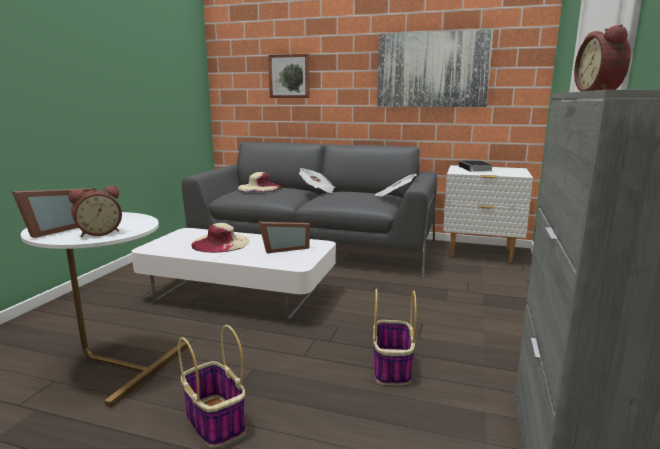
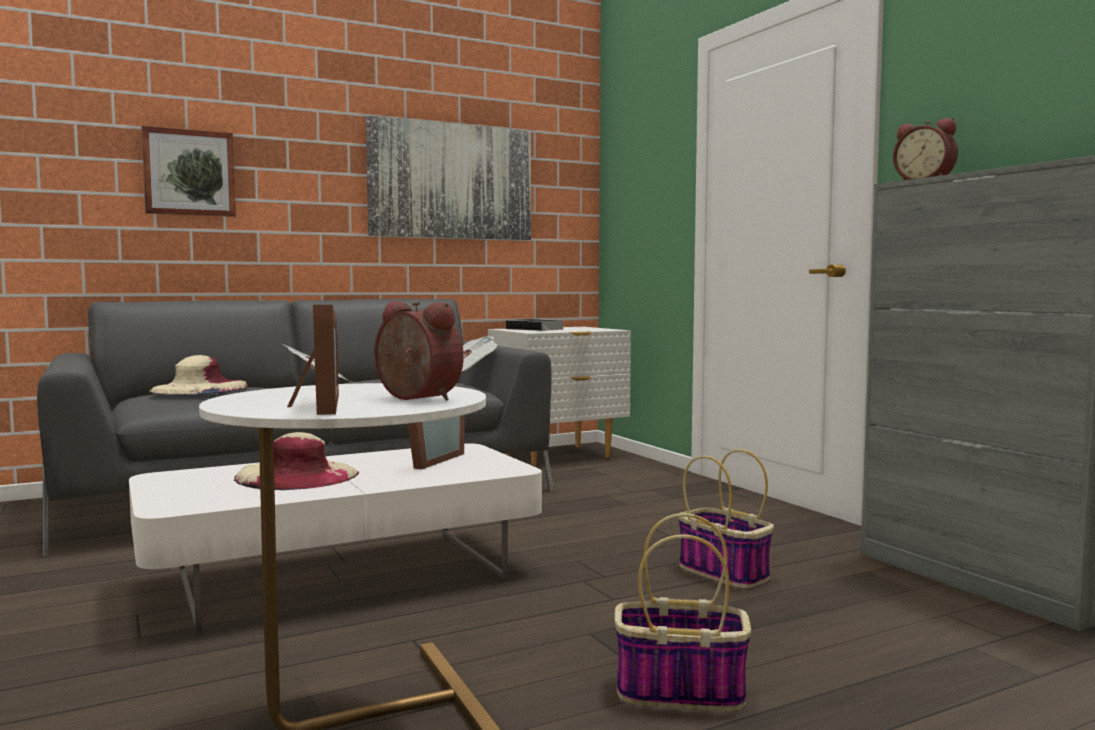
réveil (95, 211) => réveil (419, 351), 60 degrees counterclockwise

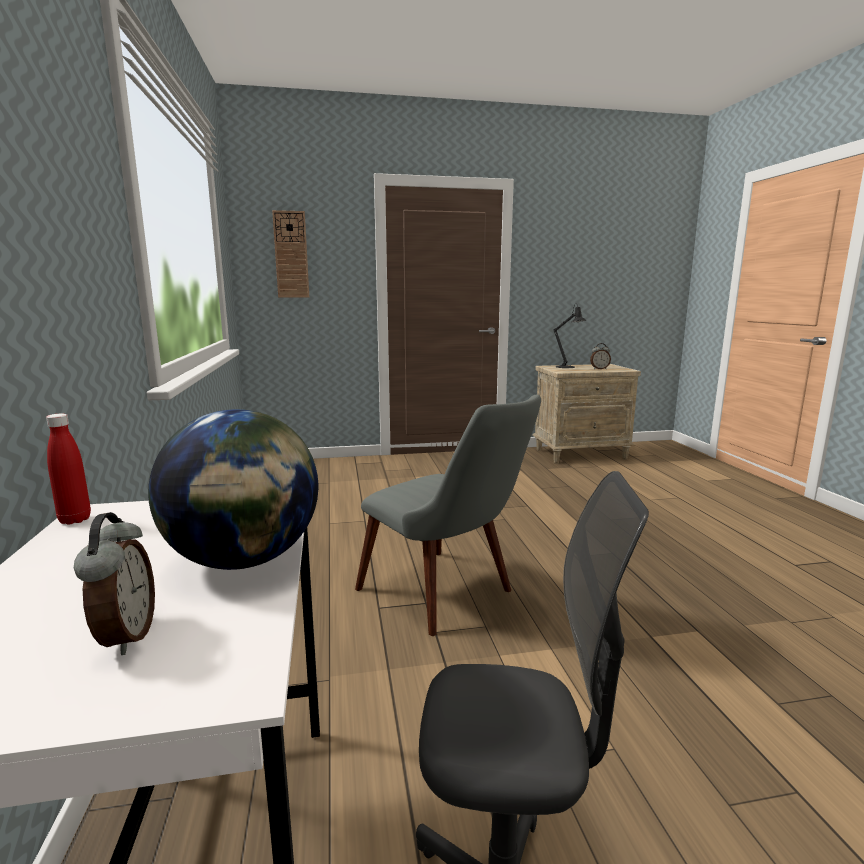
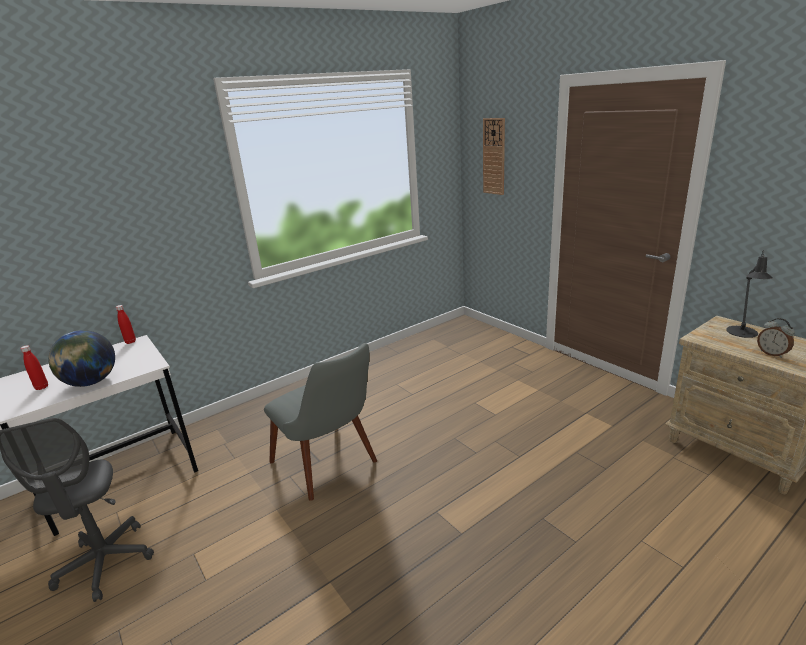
réveil (114, 583) => bouteille (rouge) (34, 367)
chaise (gris) (448, 515) => chaise (gris) (320, 422), 60 degrees counterclockwise

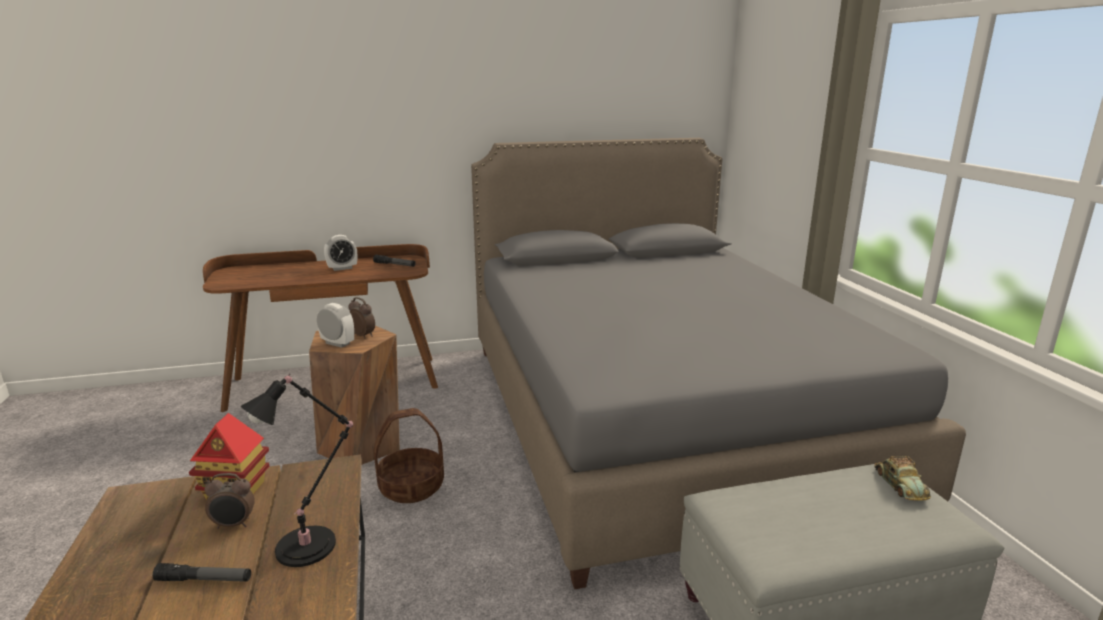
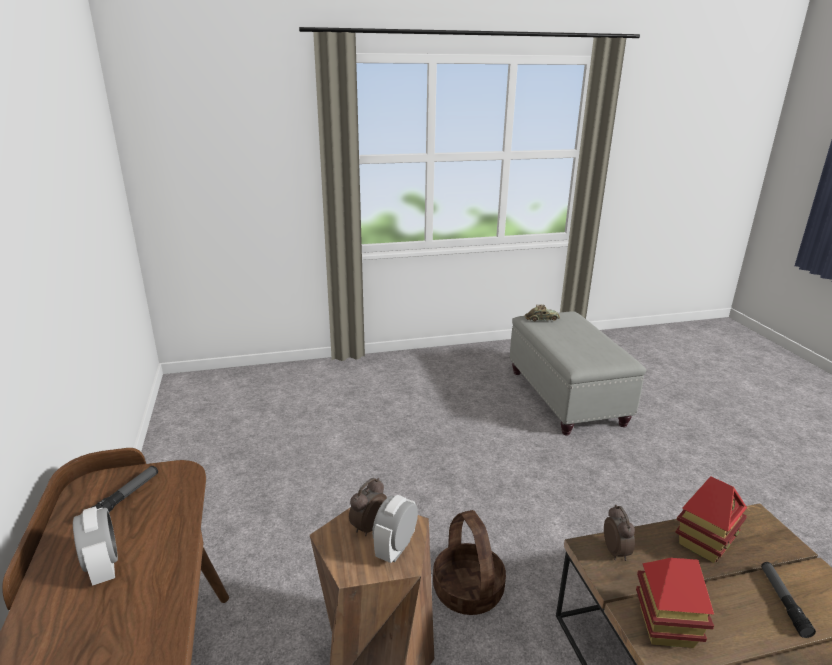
lit (gris) (718, 363) => nothing
réveil (229, 501) => réveil (619, 533), moved
lampe de table (noir) (297, 470) => maison miniature (711, 519)

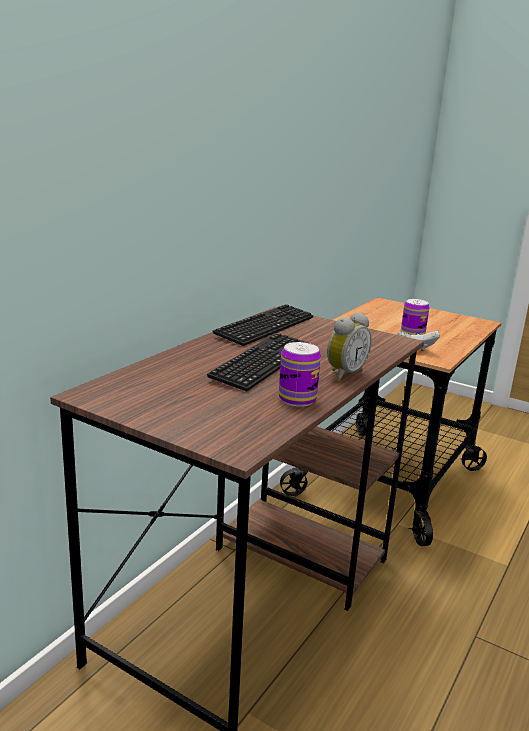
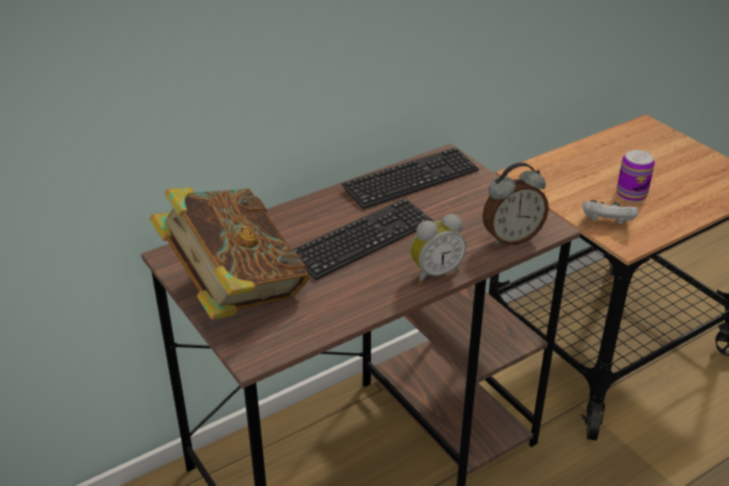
boîte métallique (300, 374) => nothing
nothing => livre (229, 253)
nothing => réveil (515, 204)

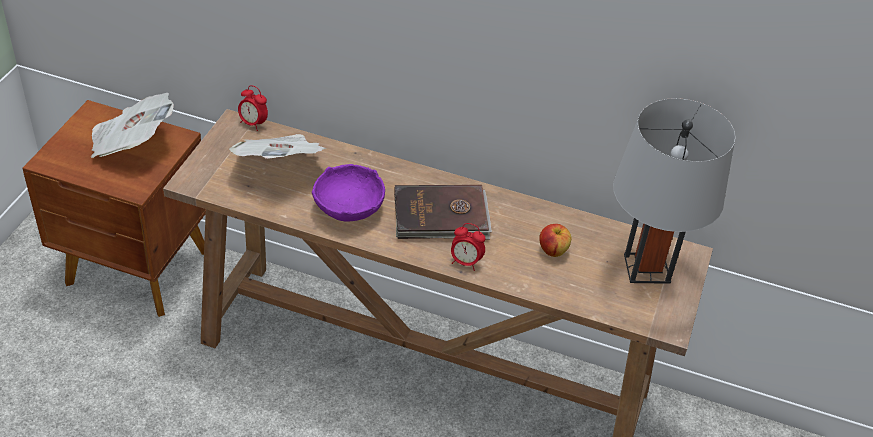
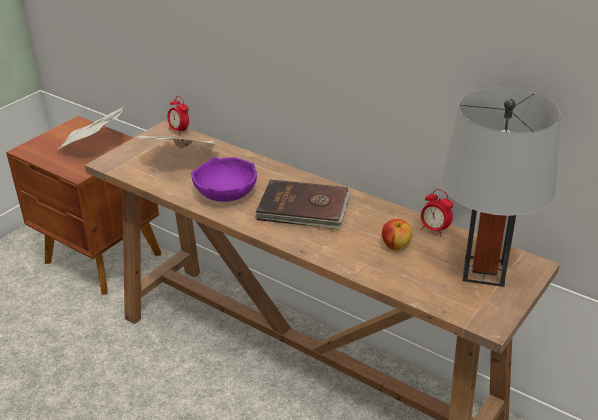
réveil (468, 247) => réveil (437, 213), moved

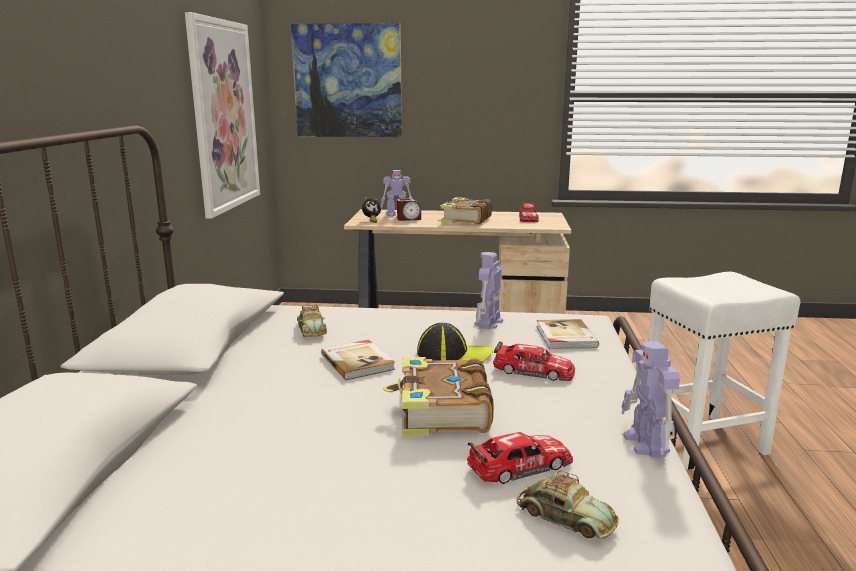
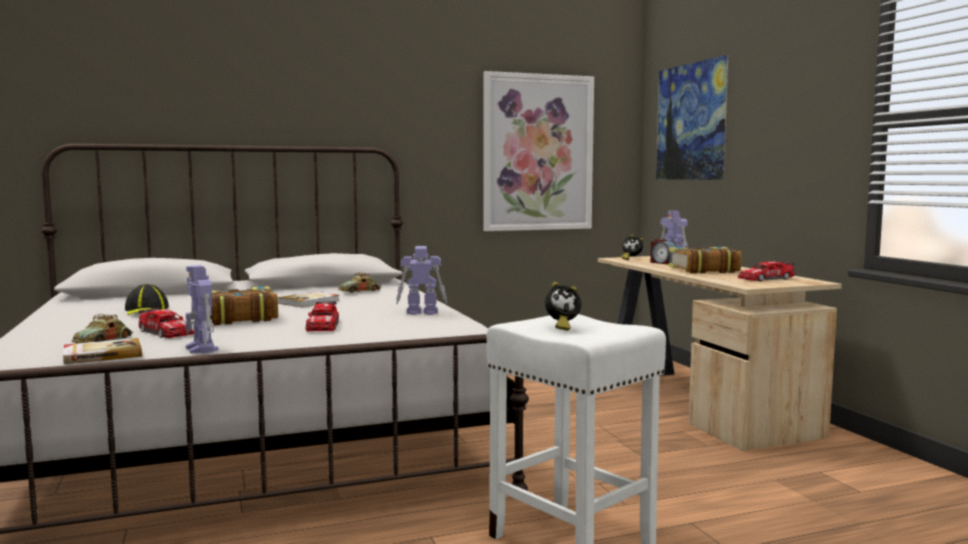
nothing => réveil (563, 306)
casquette (455, 342) => casquette (147, 299), moved
livre (567, 334) => livre (102, 351), moved
robot jouet (650, 399) => robot jouet (202, 309), 90 degrees counterclockwise

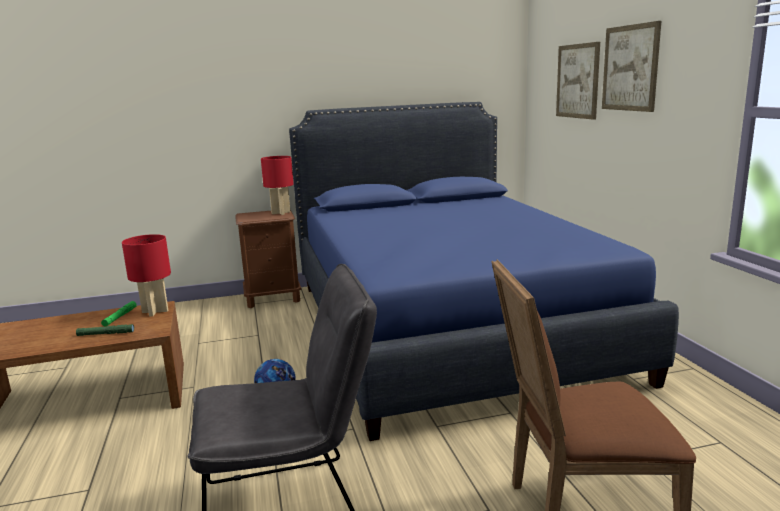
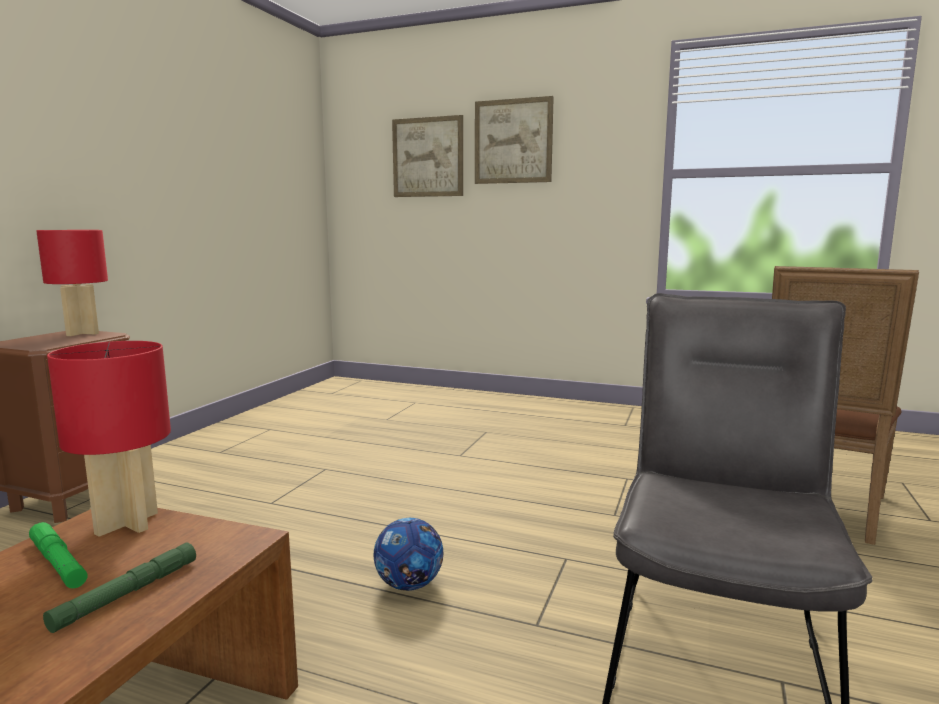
lit (bleu) (484, 271) => nothing

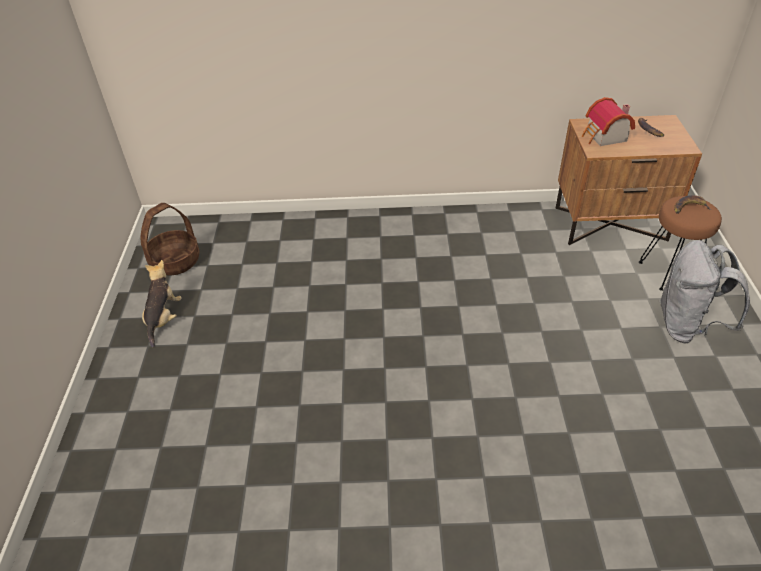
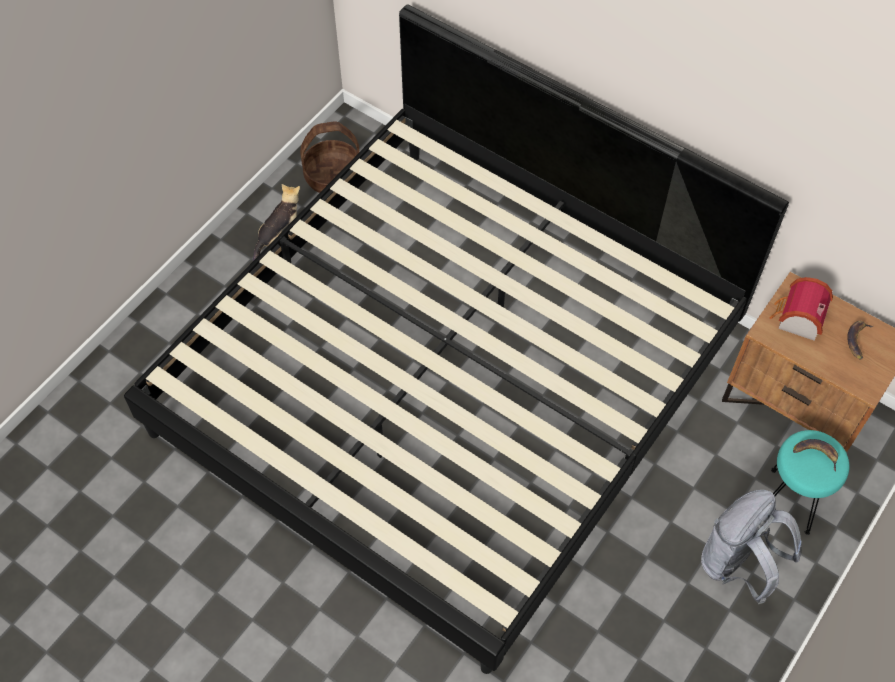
nothing => lit (456, 339)
tabouret (marron) (680, 243) => tabouret (turquoise) (810, 482)

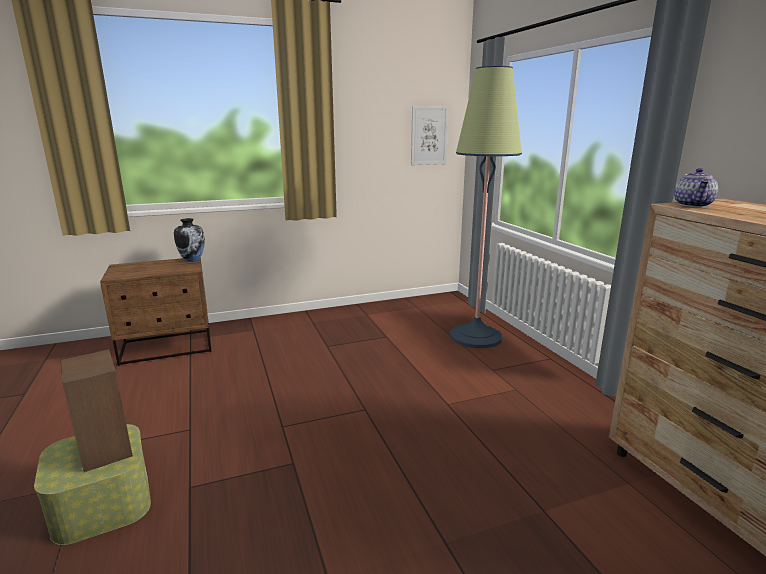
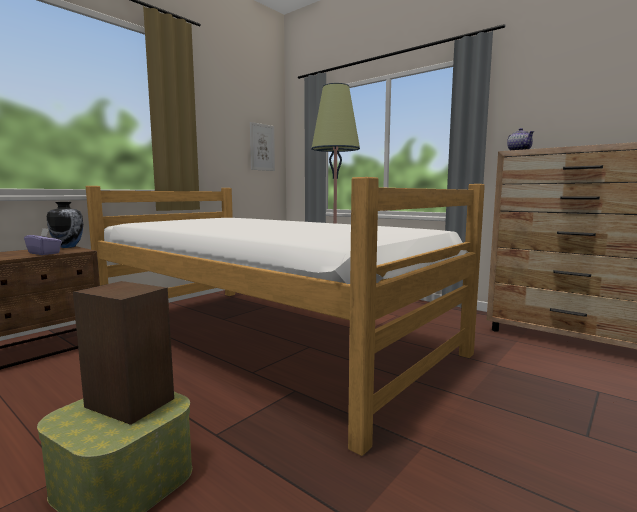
nothing => boîte à mouchoirs (violet) (43, 241)
nothing => lit (285, 316)

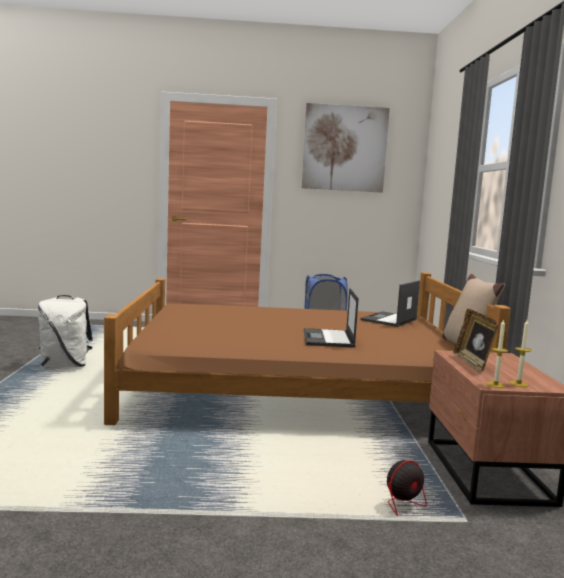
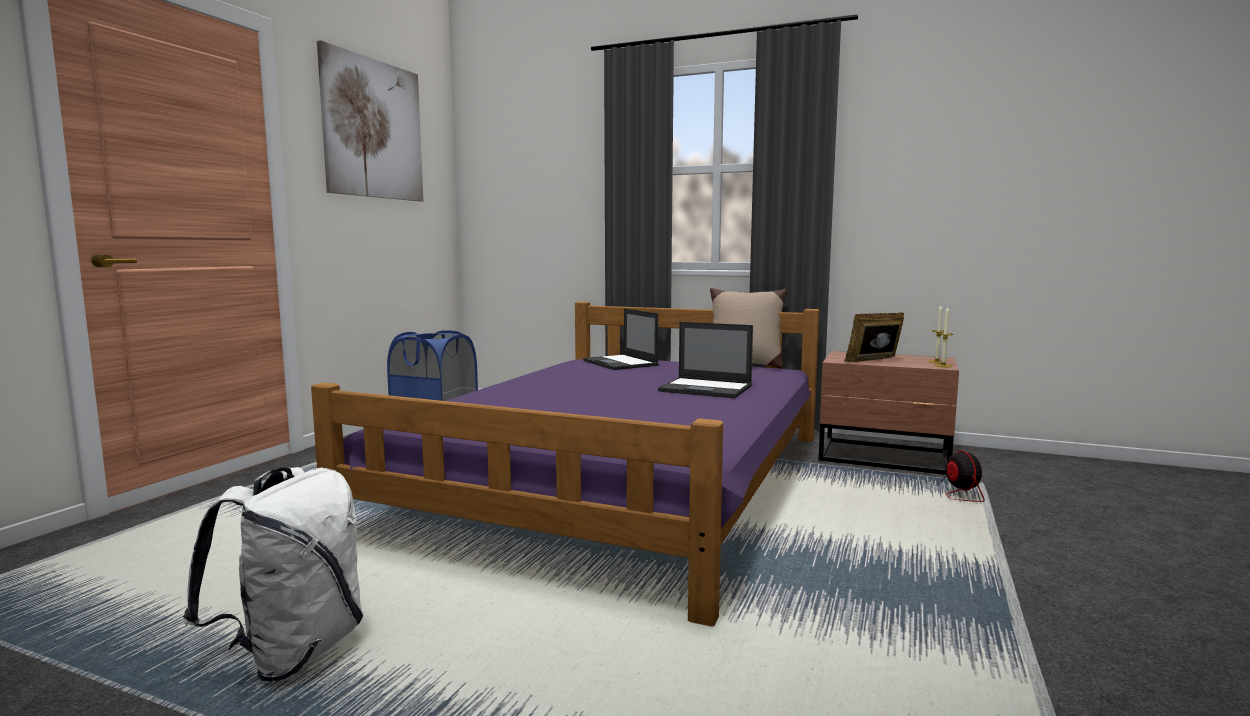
lit (marron) (307, 348) => lit (violet) (565, 464)
cadre photo (475, 340) => cadre photo (874, 337), 135 degrees clockwise

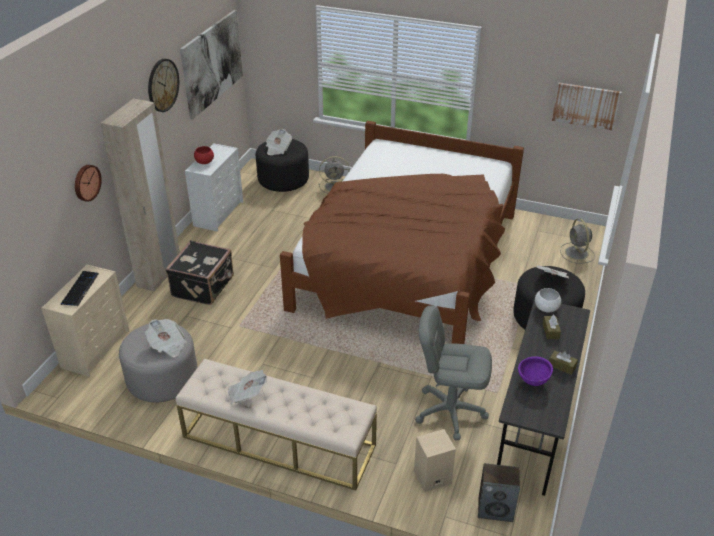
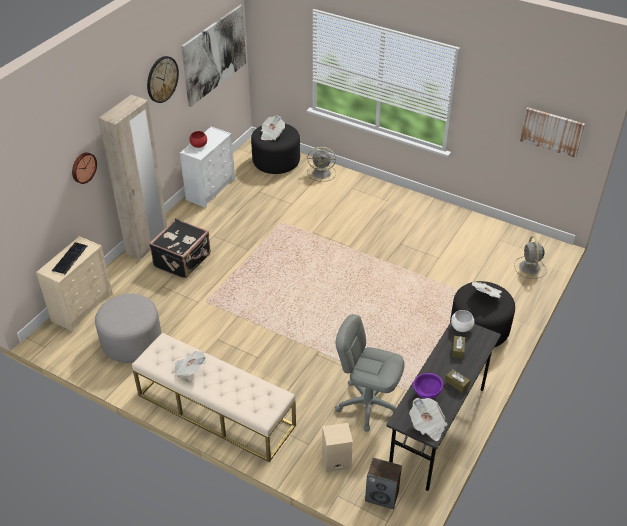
lit (marron) (402, 232) => nothing
journal (166, 338) => journal (428, 419), moved

